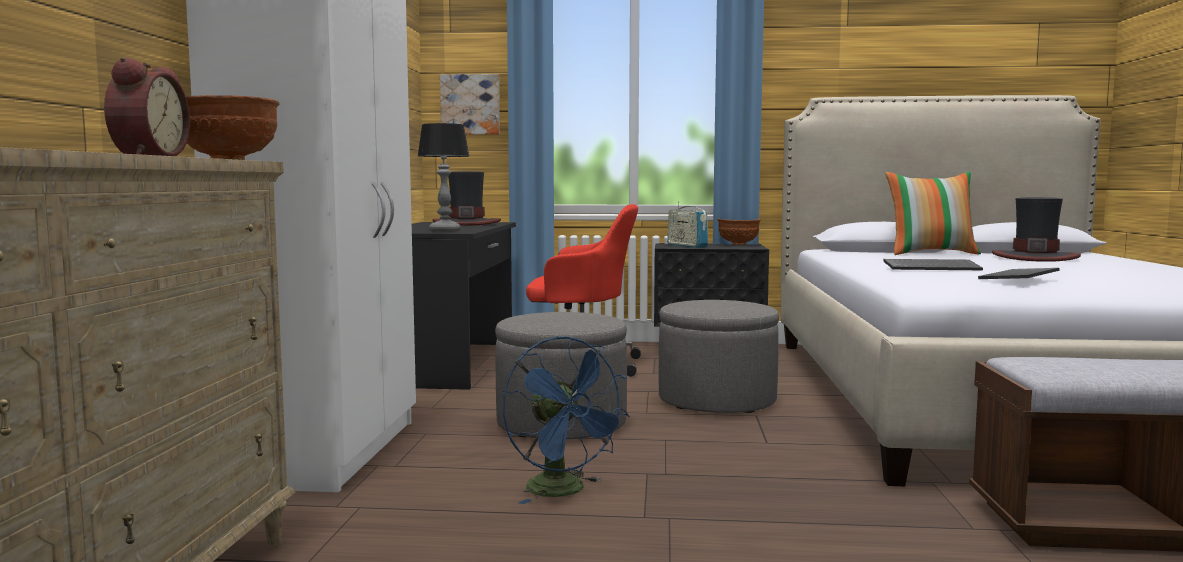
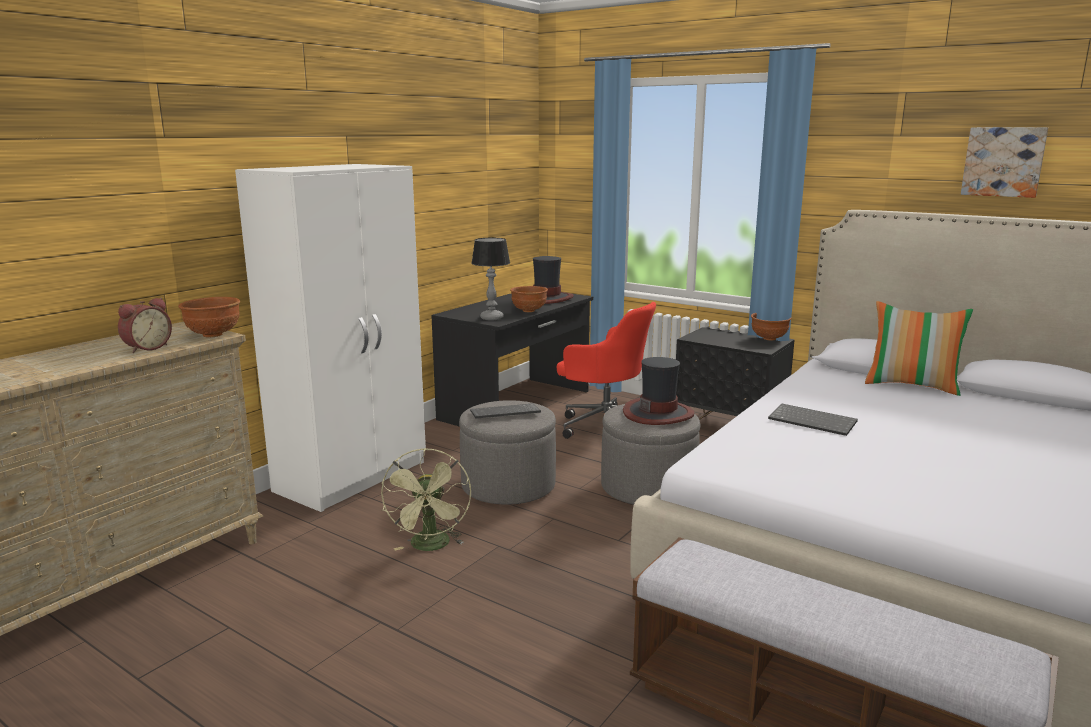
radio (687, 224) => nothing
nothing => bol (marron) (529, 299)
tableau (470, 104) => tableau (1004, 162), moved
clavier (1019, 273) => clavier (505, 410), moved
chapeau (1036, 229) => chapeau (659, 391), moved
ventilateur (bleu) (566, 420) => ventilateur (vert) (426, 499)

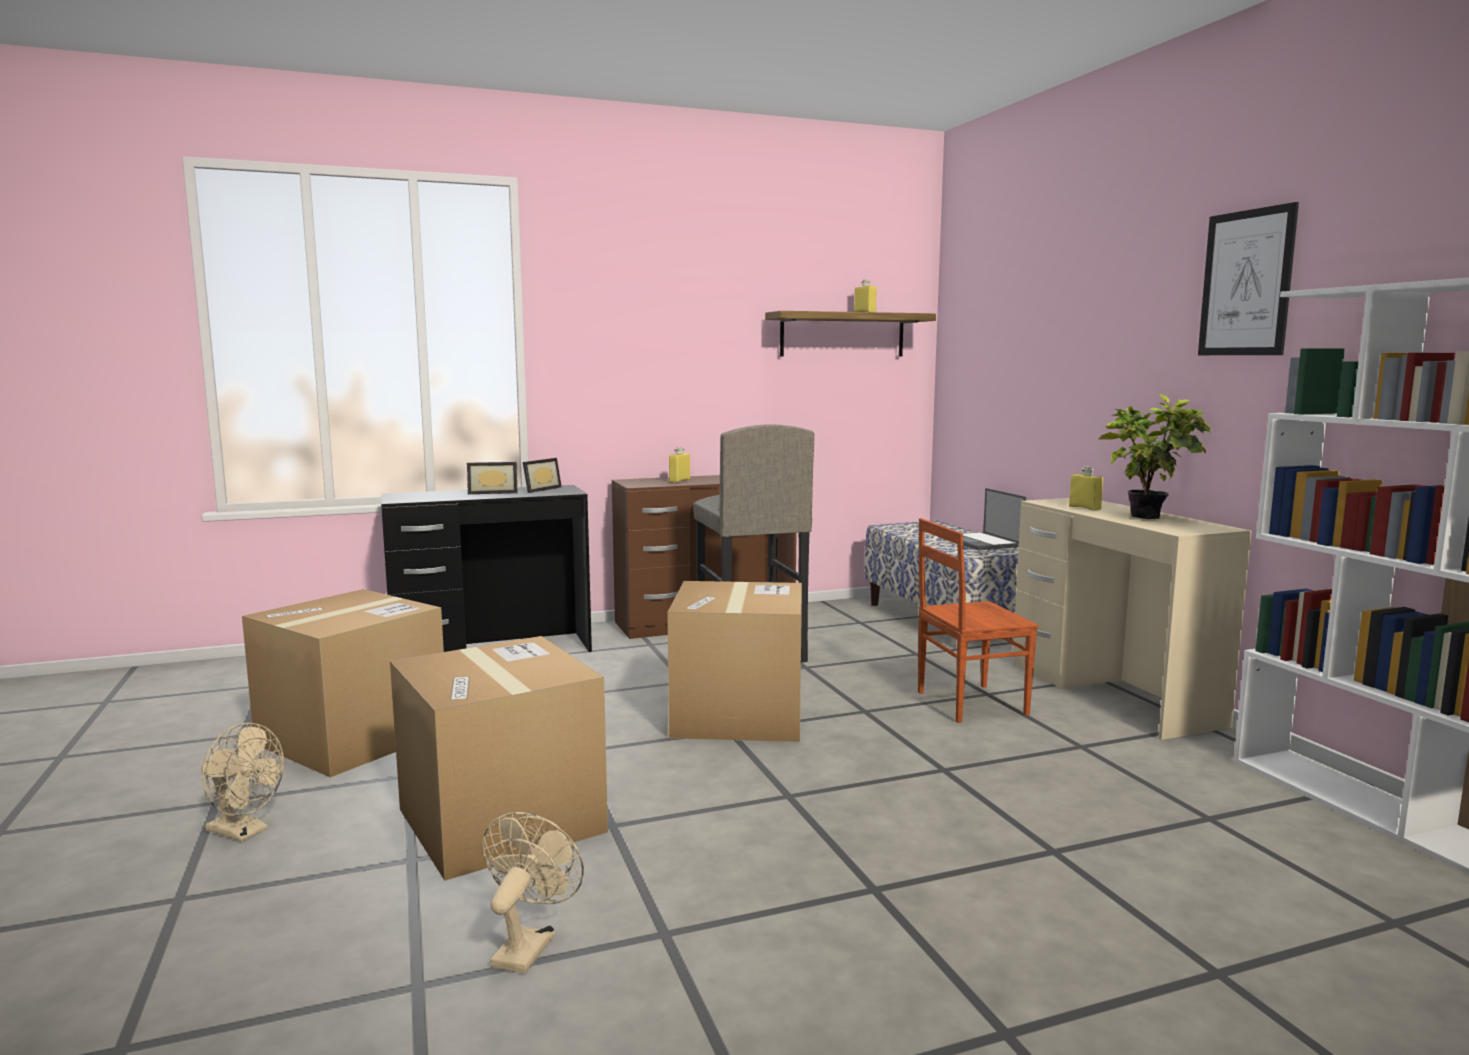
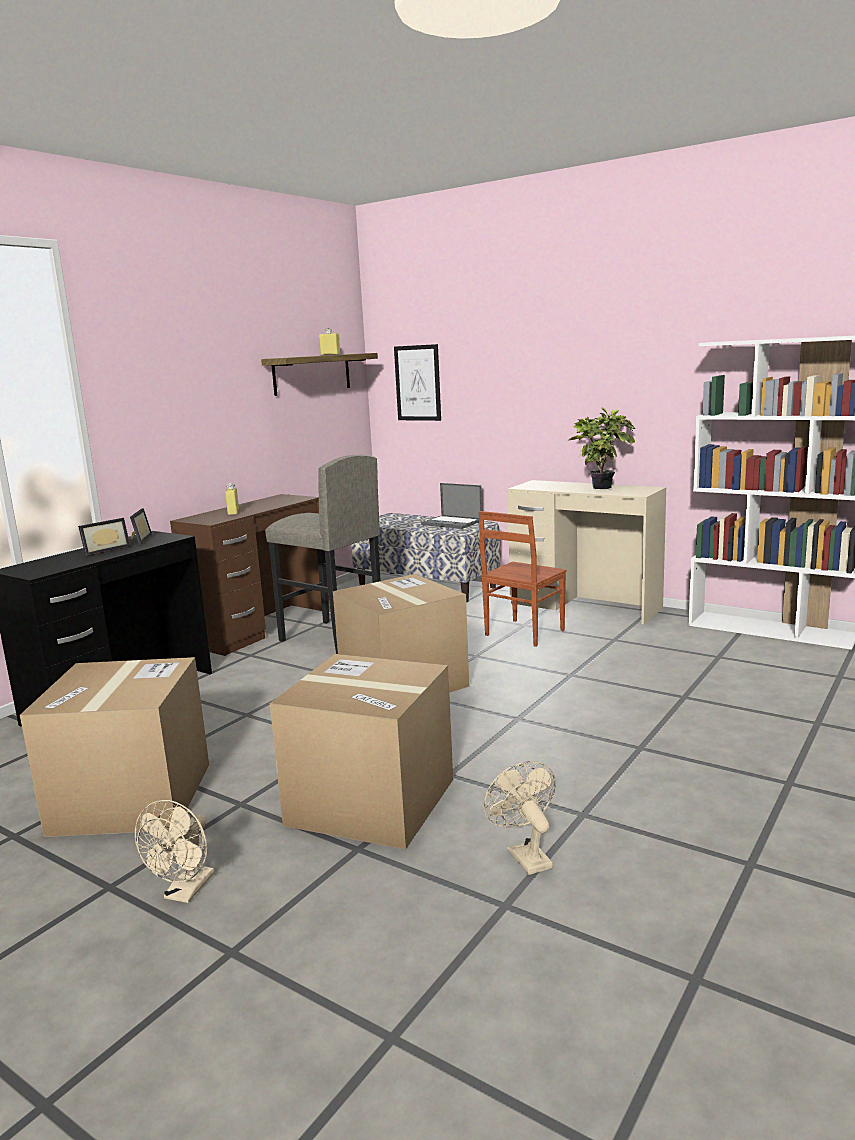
bouteille (jaune) (1086, 489) => nothing
tableau (1248, 278) => tableau (417, 382), moved
ventilateur (beige) (242, 782) => ventilateur (beige) (174, 851), 120 degrees clockwise

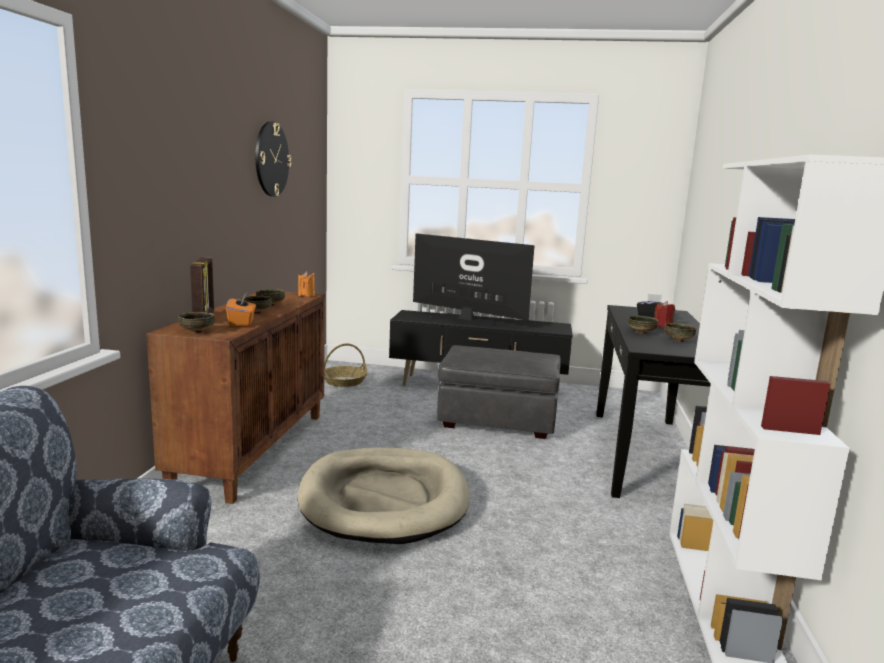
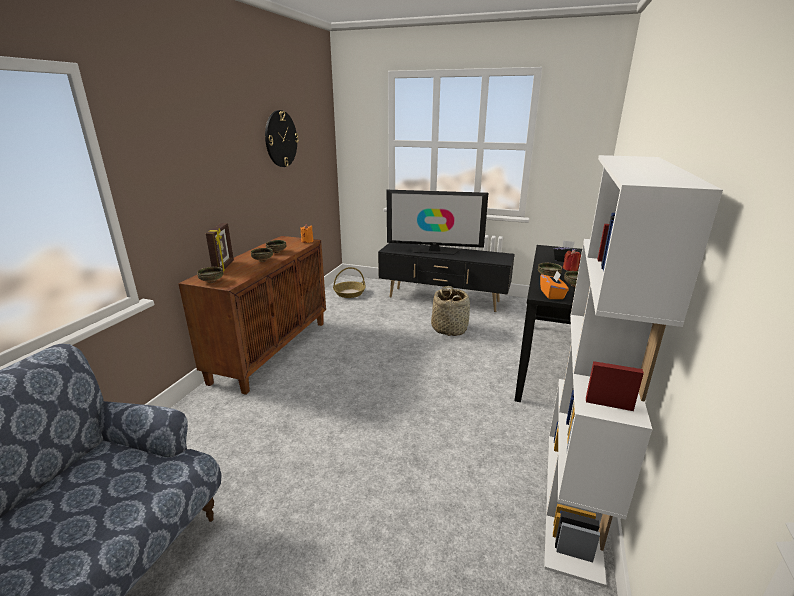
panier pour chien (beige) (383, 495) => nothing
boîte à mouchoirs (orange) (241, 309) => boîte à mouchoirs (orange) (554, 285), moved
pouf (gris) (499, 392) => panier (450, 311)
téléviseur (474, 280) => téléviseur (437, 222), 150 degrees clockwise

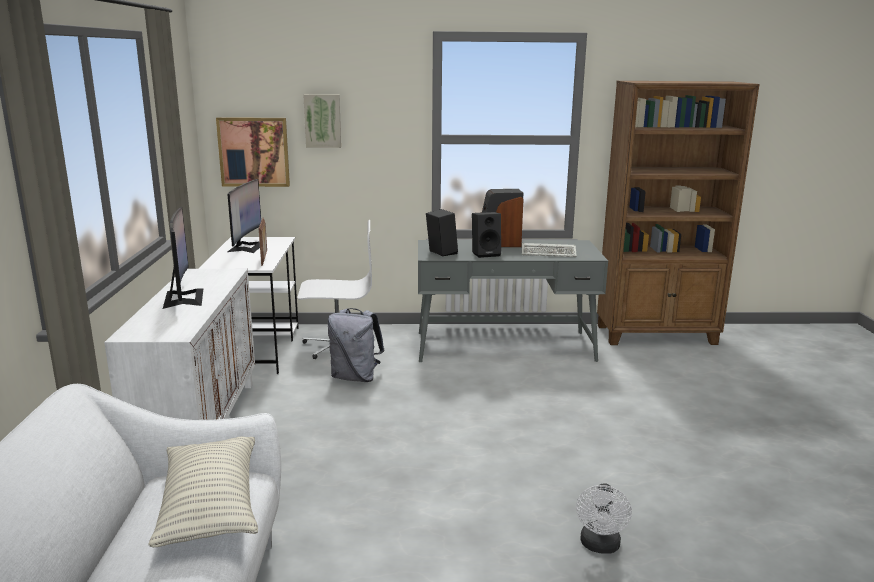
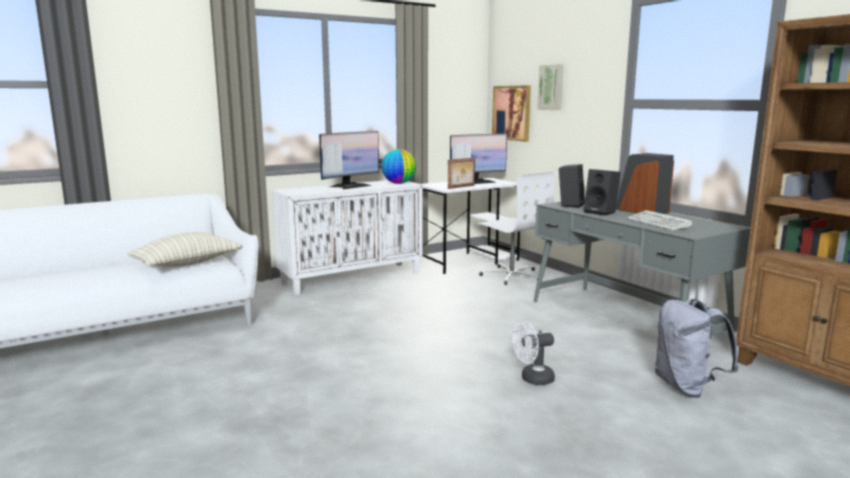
nothing => globe (399, 166)
sac à dos (gris) (356, 345) => sac à dos (gris) (696, 348), moved
ventilateur (blanc) (604, 518) => ventilateur (blanc) (534, 353), moved

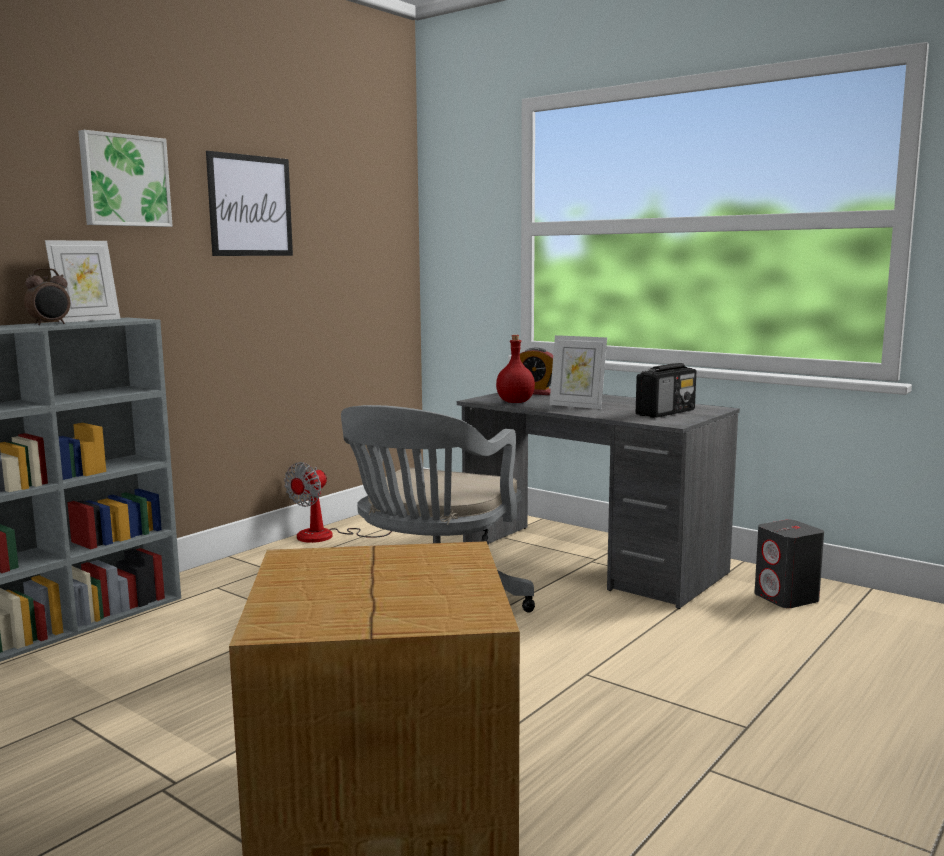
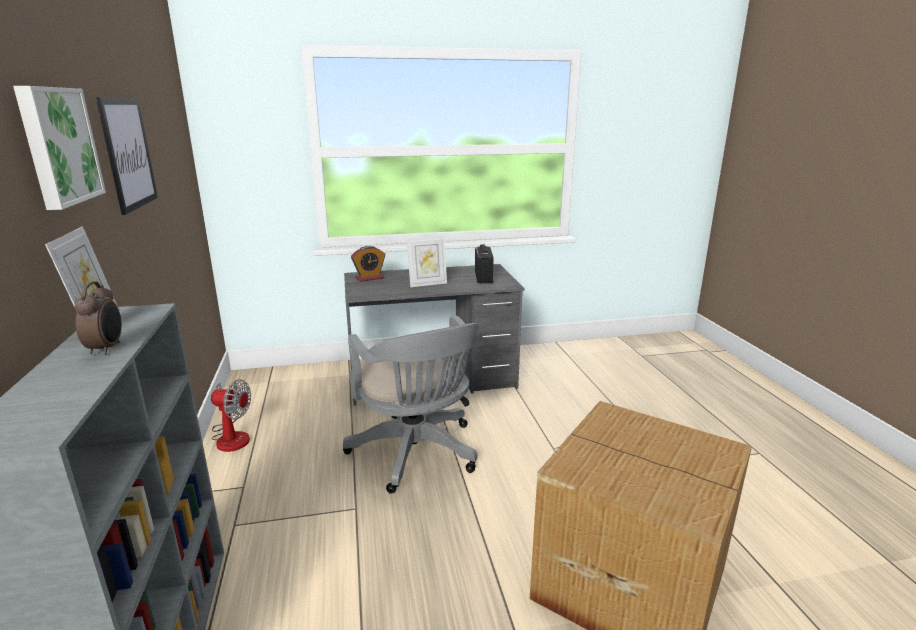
bouteille (rouge) (515, 369) => nothing
enceinte (gris) (789, 564) => nothing
ventilateur (338, 502) => ventilateur (231, 415), 60 degrees counterclockwise

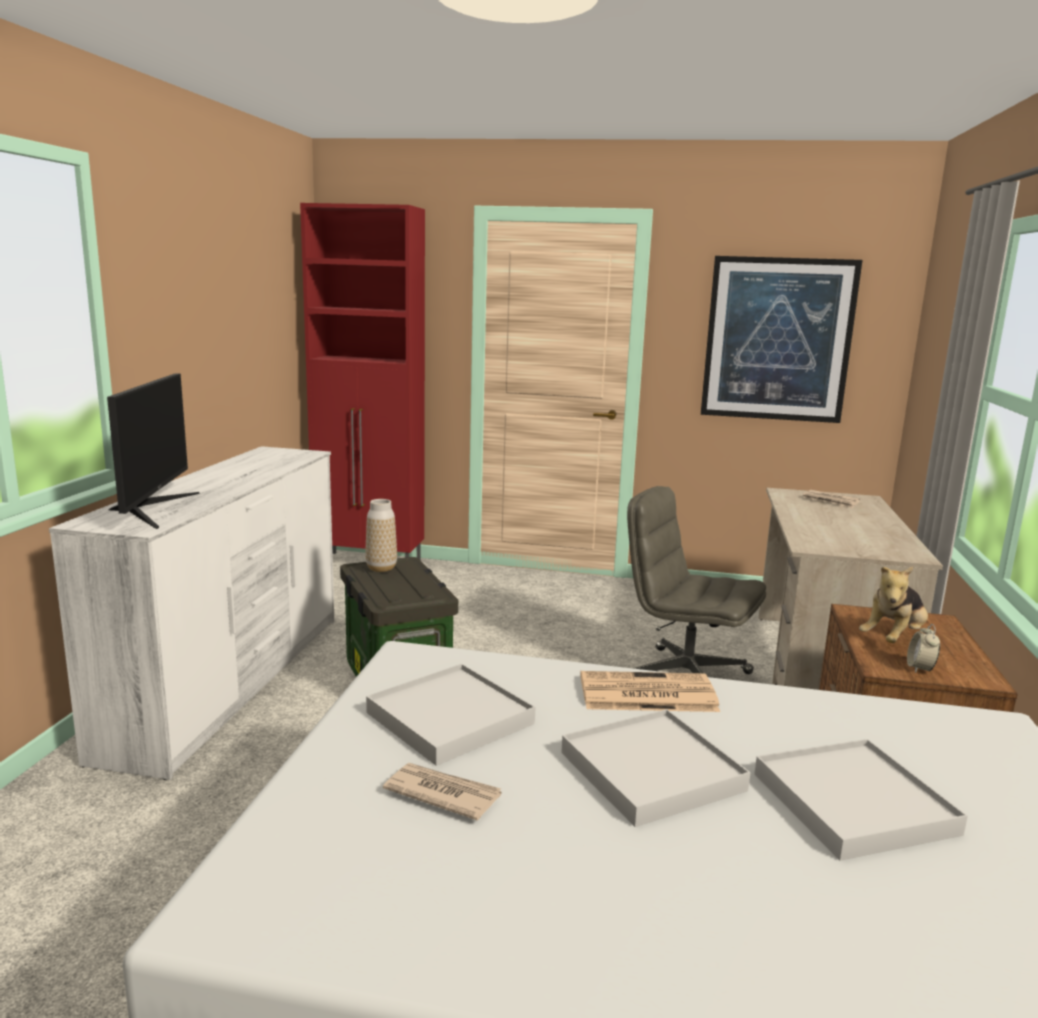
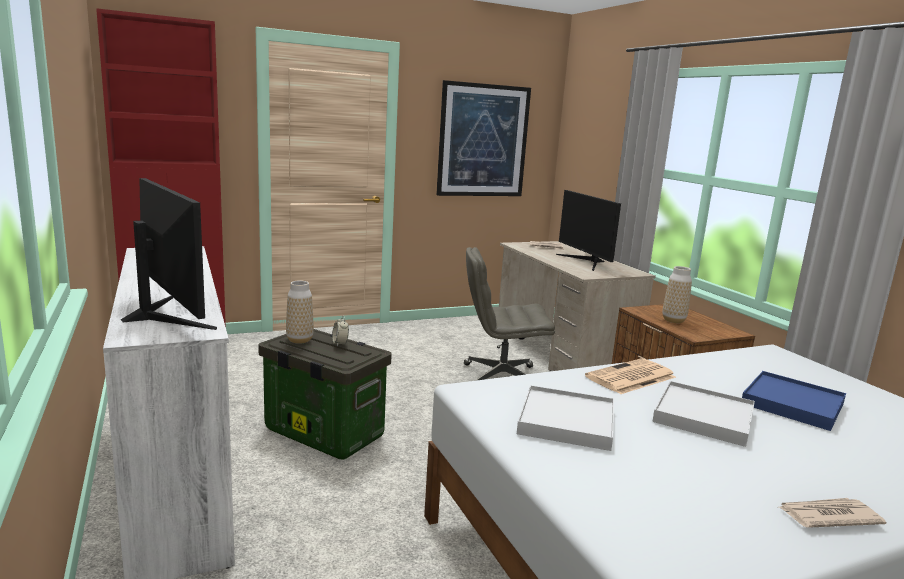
nothing => écran d'ordinateur (588, 230)
journal (442, 792) => journal (832, 513), moved
réveil (923, 648) => réveil (340, 331), moved
peluche (893, 605) => vase (677, 294)
plateau (blanc) (861, 800) => plateau (bleu) (794, 401)

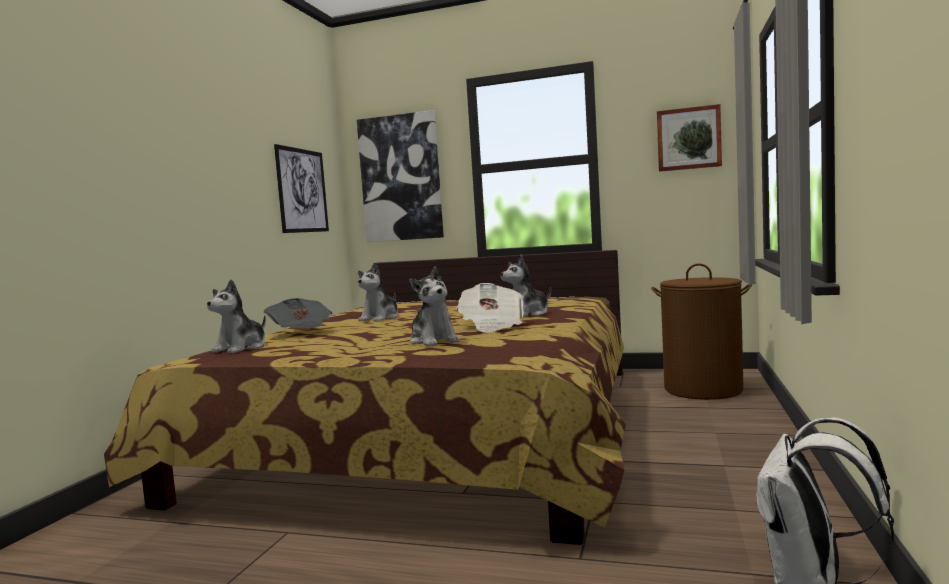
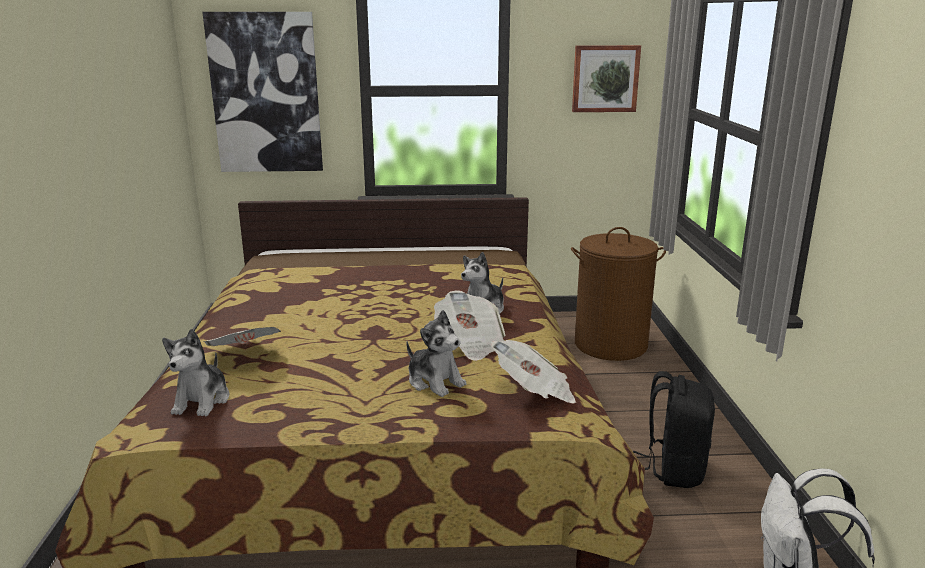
tableau (301, 188) => nothing
peluche (378, 292) => nothing
nothing => journal (533, 371)
nothing => sac à dos (noir) (674, 429)

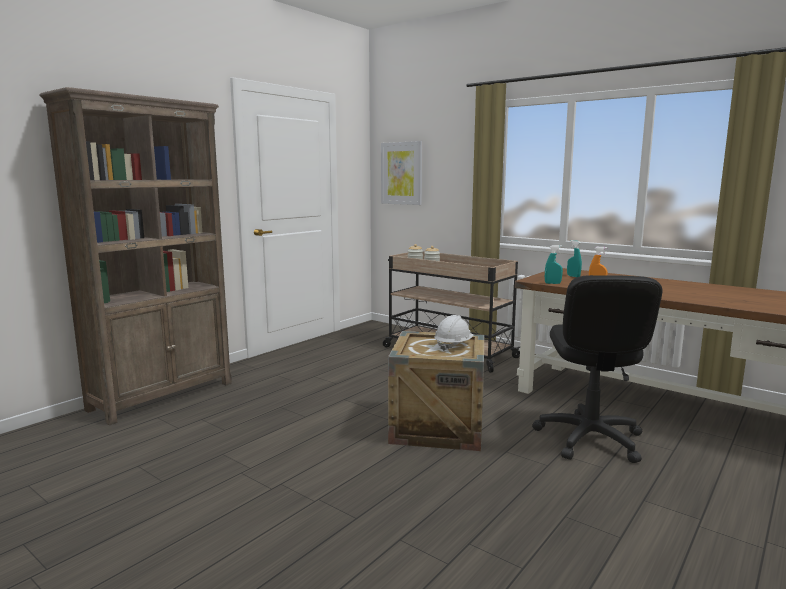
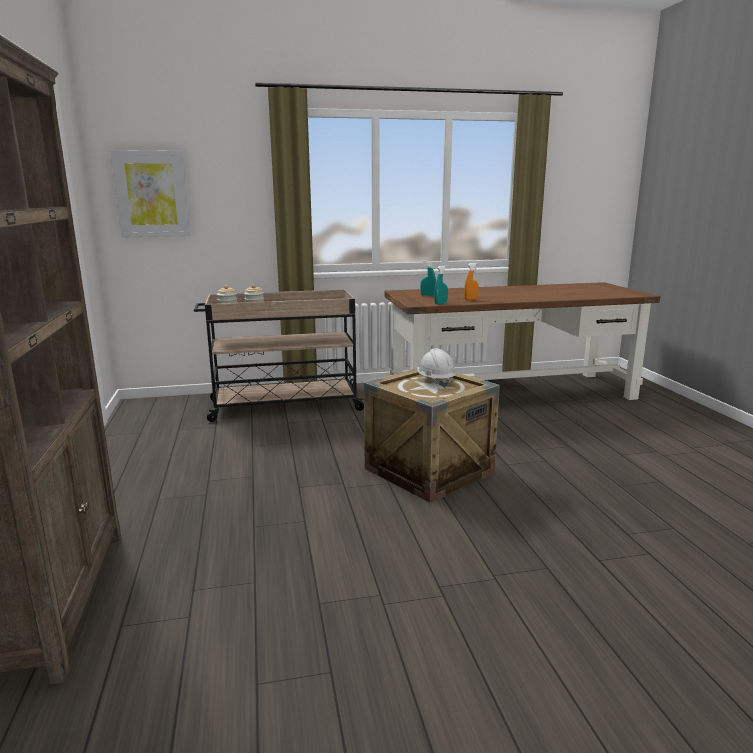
chaise de bureau (noir) (597, 369) => nothing

